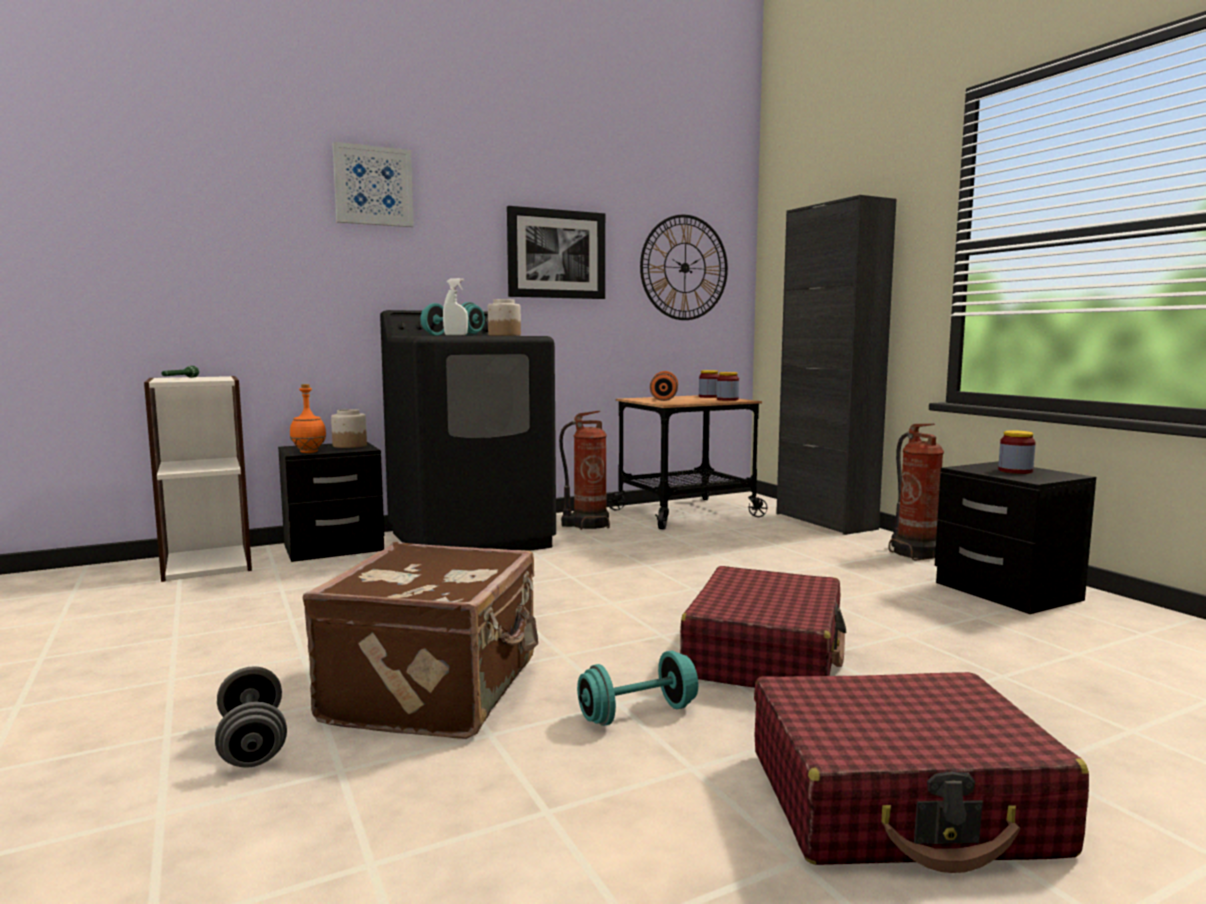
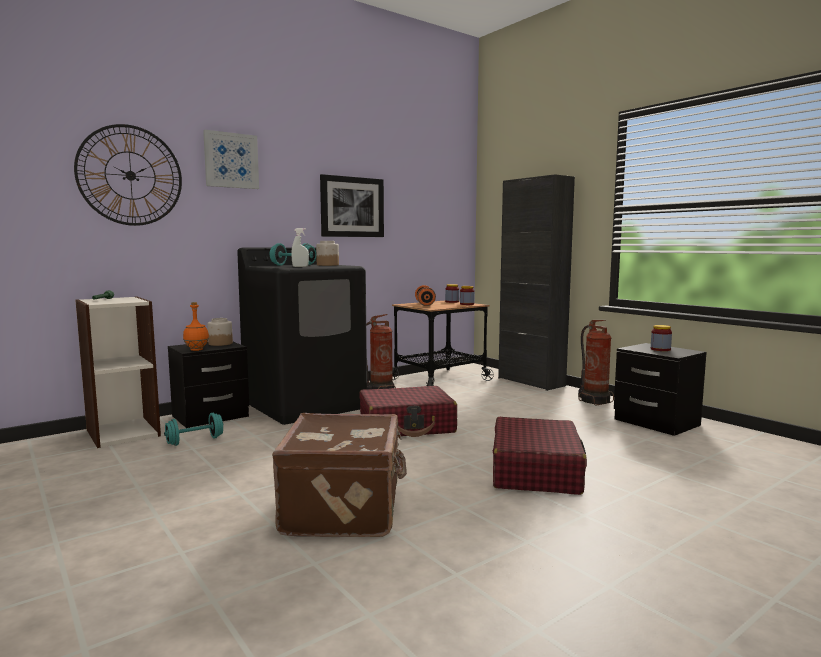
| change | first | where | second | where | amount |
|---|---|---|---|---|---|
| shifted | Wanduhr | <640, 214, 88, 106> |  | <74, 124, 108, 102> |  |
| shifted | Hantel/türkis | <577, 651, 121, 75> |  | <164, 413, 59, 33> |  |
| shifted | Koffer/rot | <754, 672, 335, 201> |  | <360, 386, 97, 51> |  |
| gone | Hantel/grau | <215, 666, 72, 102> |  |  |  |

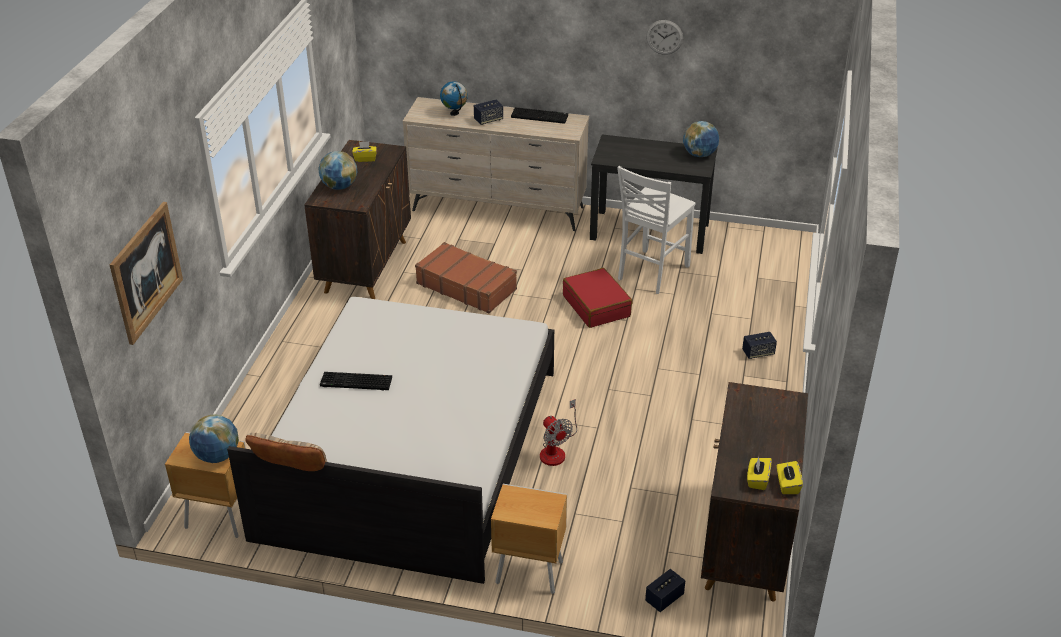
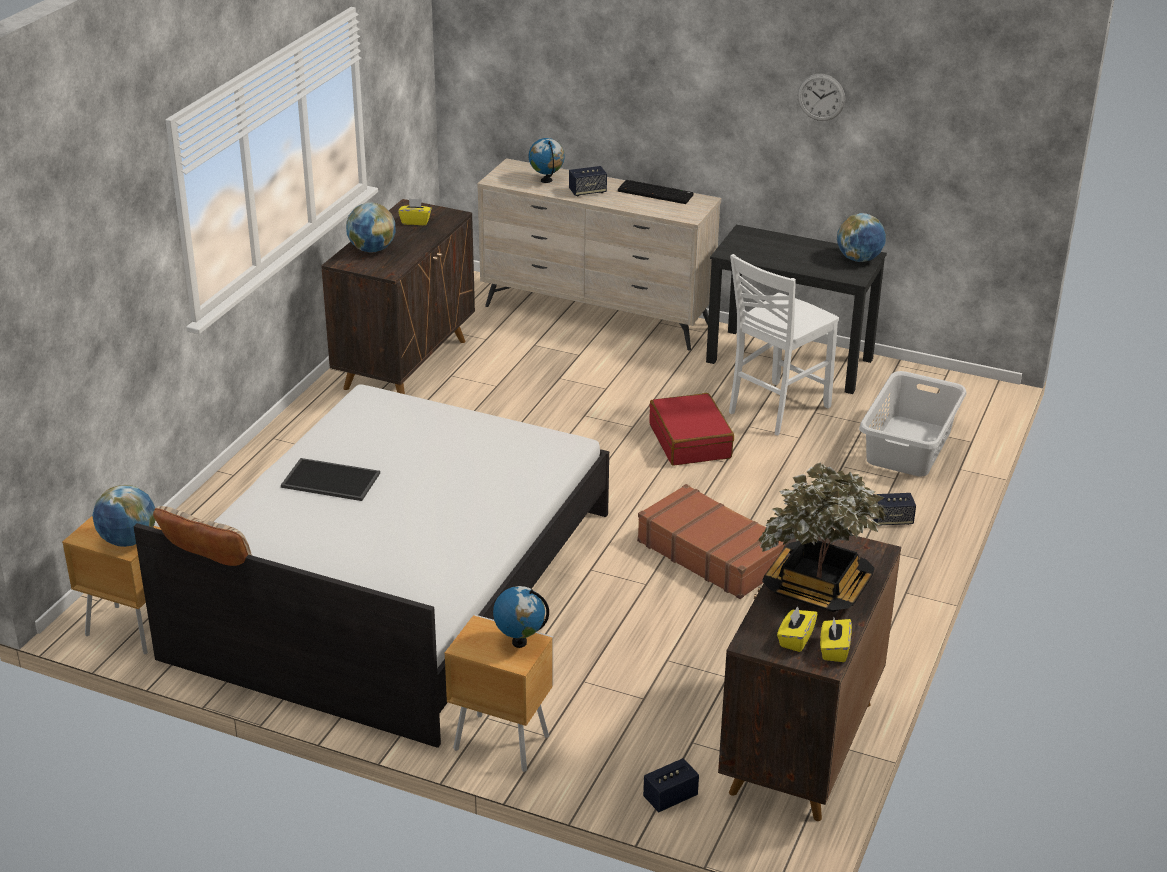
| change | first | where | second | where | amount |
|---|---|---|---|---|---|
| swapped | Tastatur | <320, 372, 72, 18> | Tablett | <281, 458, 99, 43> |  |
| new |  |  | Globus | <493, 586, 56, 62> |  |
| shifted | Koffer/braun | <415, 242, 102, 71> |  | <637, 484, 148, 115> |  |
| new |  |  | Topfpflanze | <758, 463, 130, 149> |  |
| new |  |  | Wäschekorb/grau | <859, 371, 107, 106> |  |
| gone | Bild | <110, 202, 73, 143> |  |  |  |
| gone | Ventilator | <540, 399, 37, 67> |  |  |  |

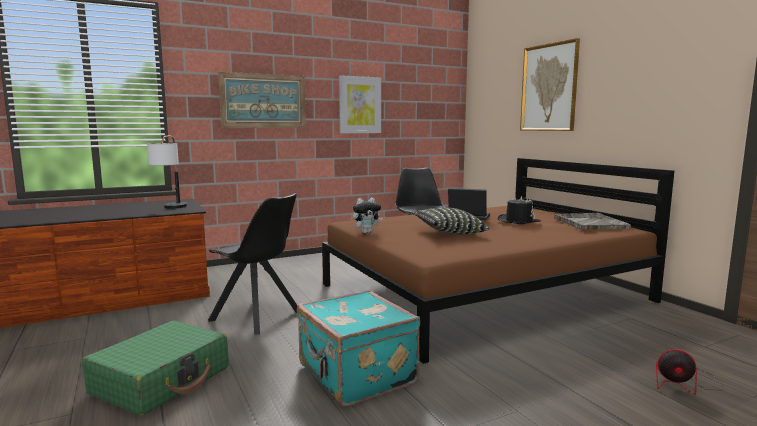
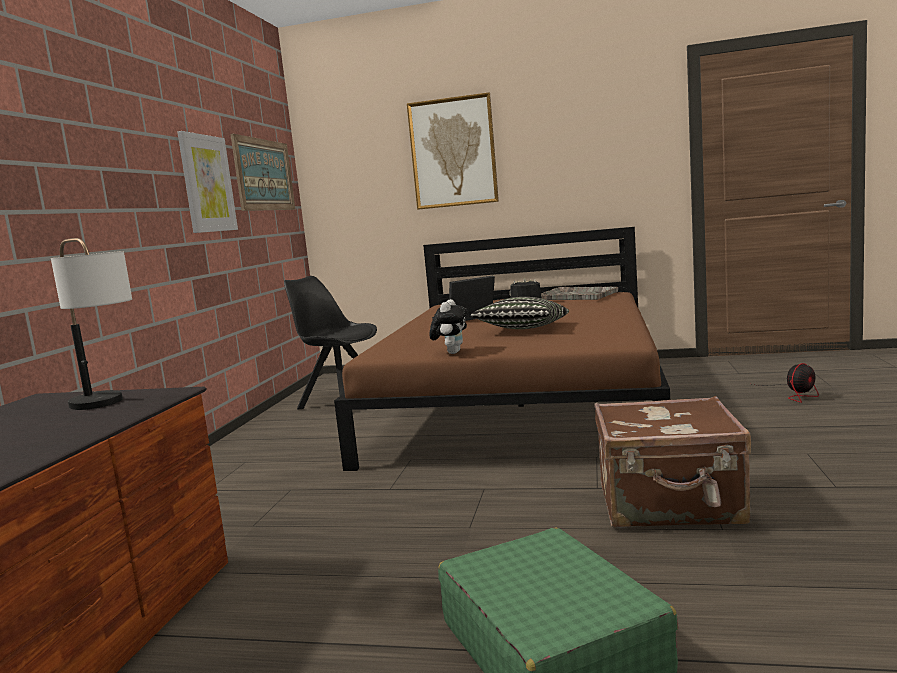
| change | first | where | second | where | amount |
|---|---|---|---|---|---|
| shifted | Bild | <218, 72, 88, 56> |  | <230, 134, 65, 77> |  |
| repainted | Koffer/türkis | <297, 290, 123, 116> | Koffer/braun | <594, 396, 157, 132> |  |
| gone | Stuhl/schwarz | <208, 193, 89, 142> |  |  |  |

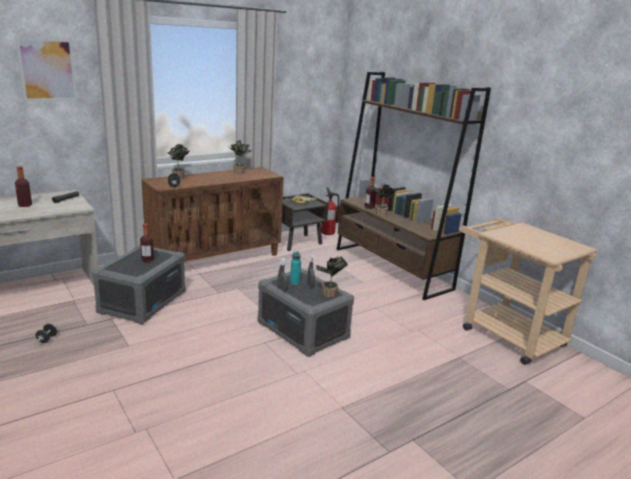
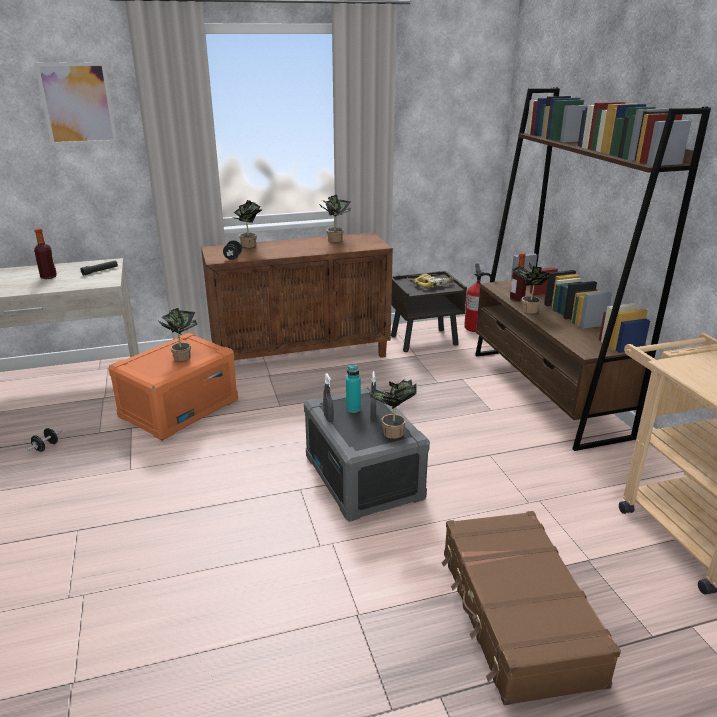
| change | first | where | second | where | amount |
|---|---|---|---|---|---|
| repainted | Aufbewahrungsbox/grau | <92, 245, 94, 79> | Aufbewahrungsbox/orange | <108, 333, 130, 108> |  |
| swapped | Flasche | <140, 224, 14, 38> | Topfpflanze | <157, 308, 41, 53> |  |
| new |  |  | Koffer/braun | <442, 511, 179, 194> |  |

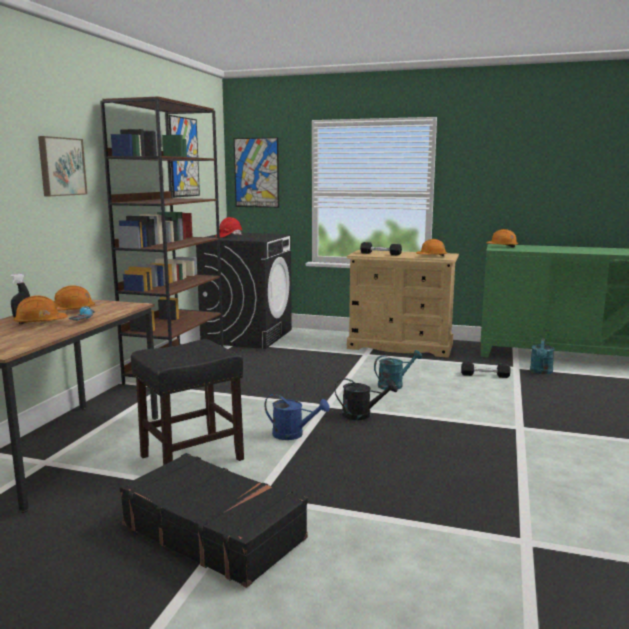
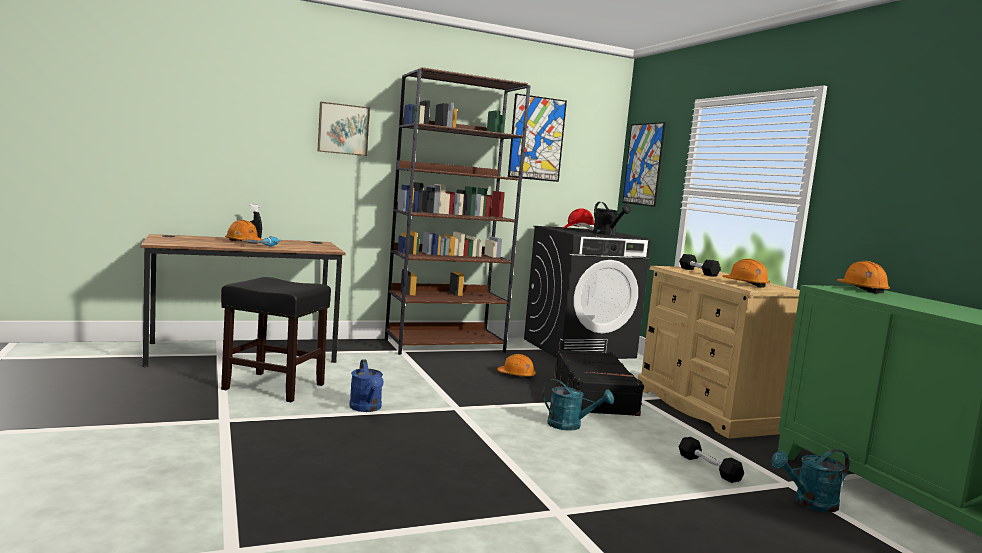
| change | first | where | second | where | amount |
|---|---|---|---|---|---|
| shifted | Schutzhelm/orange | <54, 285, 41, 26> |  | <497, 354, 39, 25> |  |
| shifted | Koffer/schwarz | <119, 453, 189, 135> |  | <554, 349, 90, 67> |  |
| shifted | Gießkanne/schwarz | <335, 378, 63, 42> |  | <593, 202, 38, 33> |  |

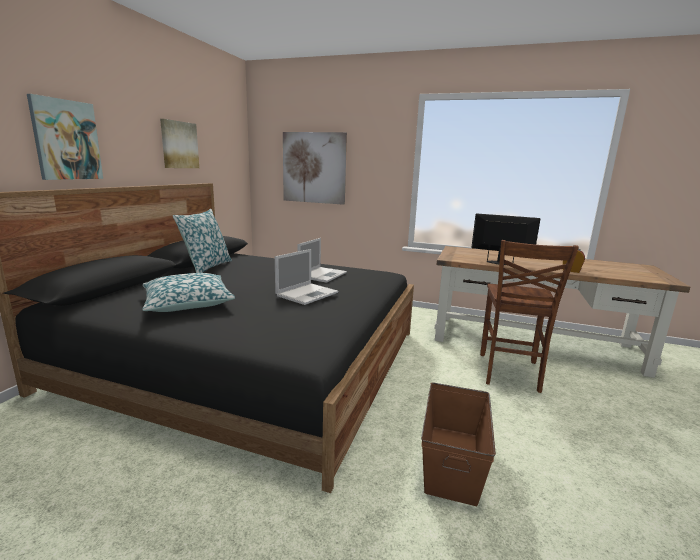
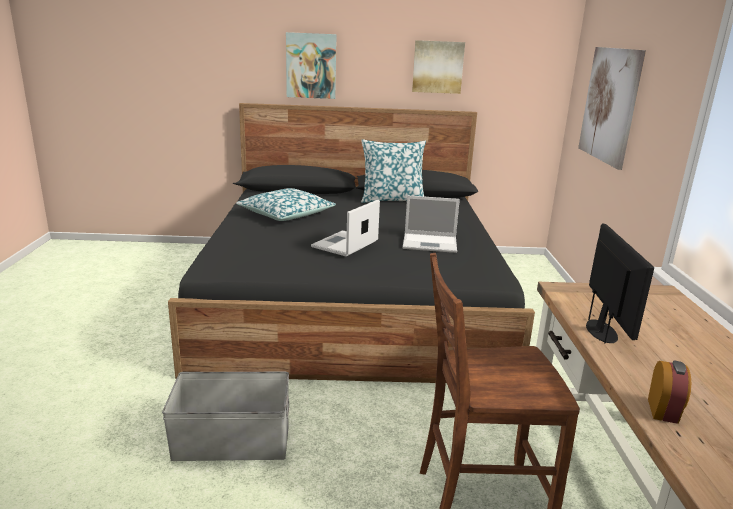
| change | first | where | second | where | amount |
|---|---|---|---|---|---|
| repainted | Aufbewahrungsbox/braun | <421, 382, 75, 124> | Aufbewahrungsbox/grau | <162, 372, 127, 89> |  |
| rotated | Laptop | <275, 249, 63, 56> |  | <311, 200, 69, 56> | 105 degrees clockwise |

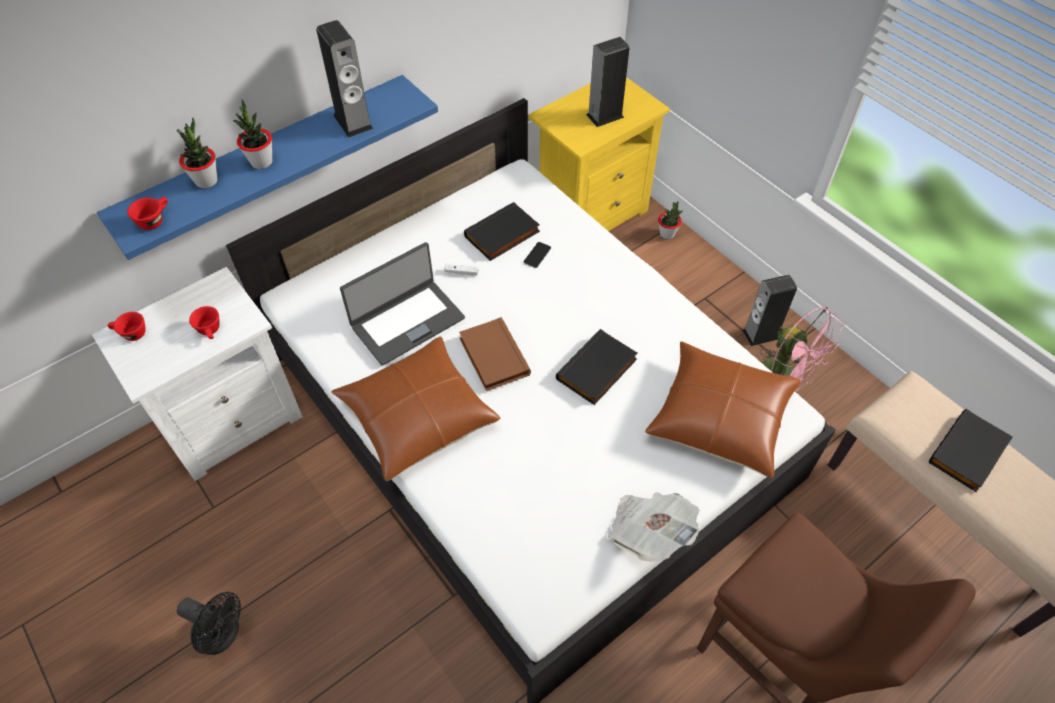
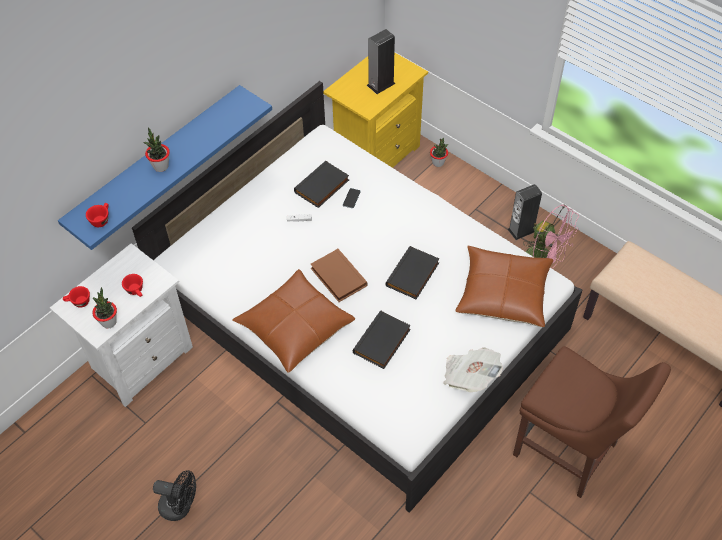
| change | first | where | second | where | amount |
|---|---|---|---|---|---|
| shifted | Topfpflanze | <177, 118, 40, 70> |  | <92, 287, 25, 42> |  |
| shifted | Buch/schwarz | <929, 409, 84, 83> |  | <353, 310, 58, 59> |  |
| gone | Lautsprecher | <316, 20, 57, 117> |  |  |  |
| gone | Laptop | <340, 242, 125, 124> |  |  |  |

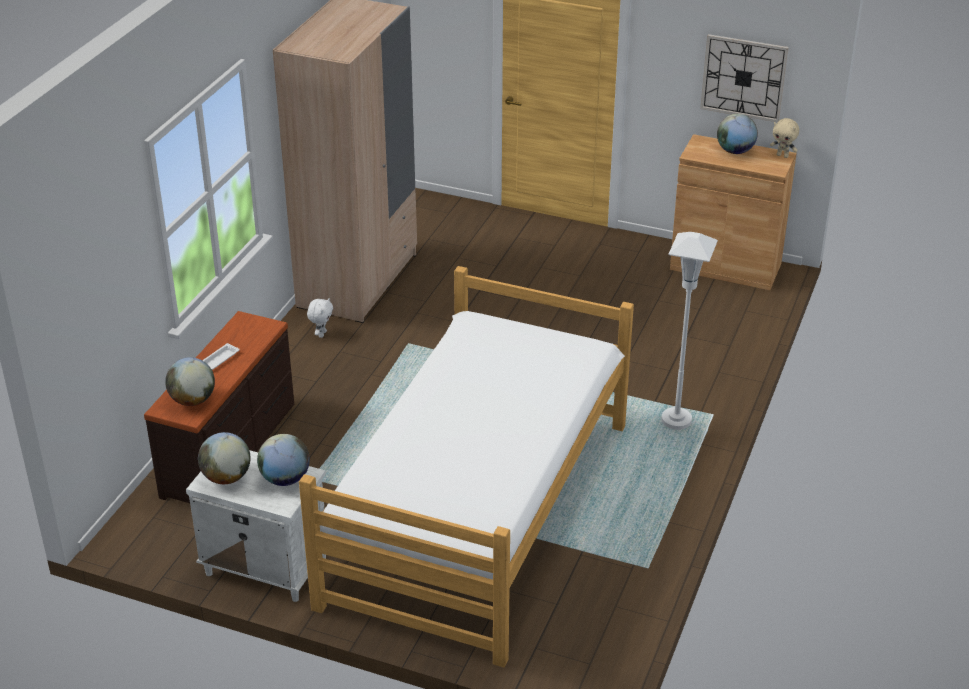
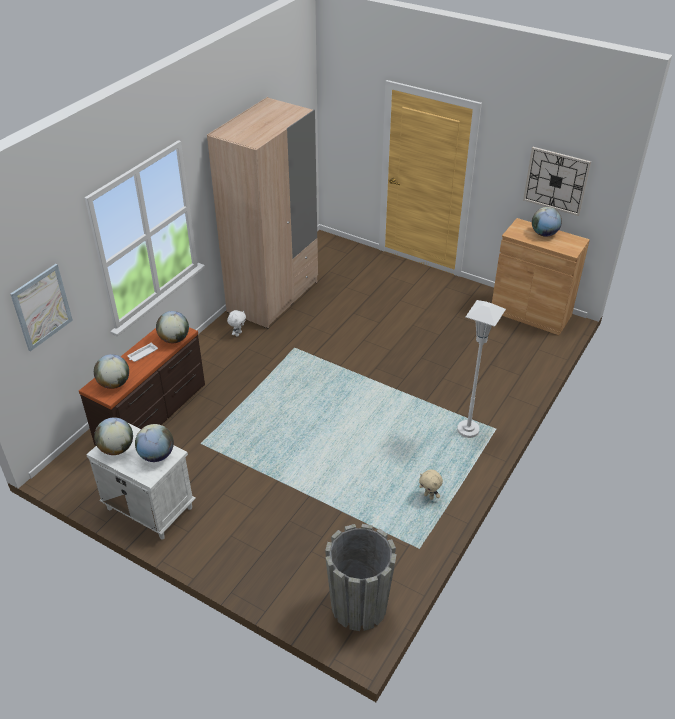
| change | first | where | second | where | amount |
|---|---|---|---|---|---|
| new |  |  | Bild | <11, 264, 62, 87> |  |
| new |  |  | Globus | <156, 311, 33, 32> |  |
| new |  |  | Pflanzkübel/grau | <325, 524, 72, 107> |  |
| shifted | Plüschtier/beige | <770, 118, 29, 40> |  | <419, 469, 24, 31> |  |
| gone | Bett | <299, 266, 335, 401> |  |  |  |

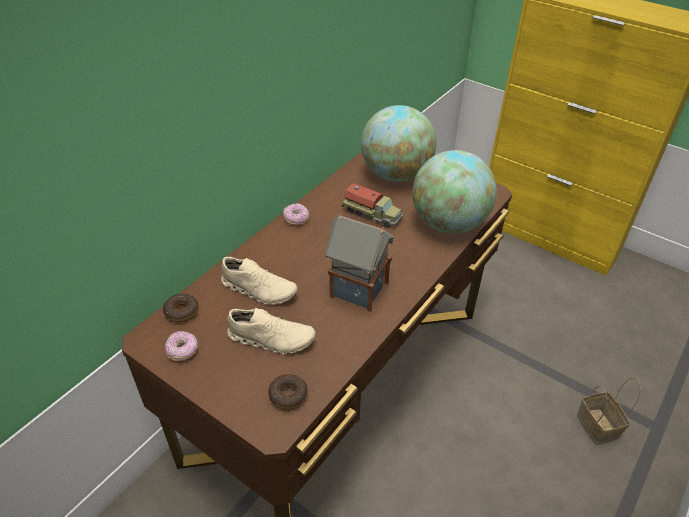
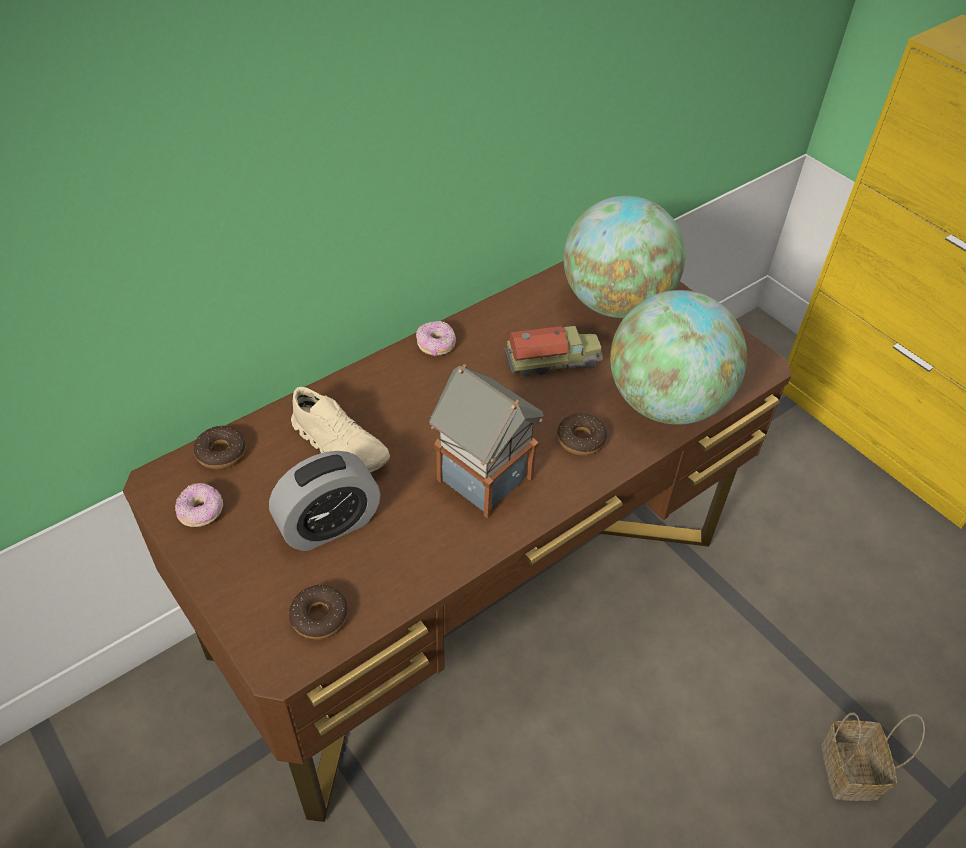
| change | first | where | second | where | amount |
|---|---|---|---|---|---|
| swapped | Schuh/beige | <227, 308, 89, 46> | Wecker | <269, 451, 112, 100> |  |
| rotated | Spielzeuglaster | <342, 183, 61, 45> |  | <504, 326, 99, 51> | 60 degrees counterclockwise |
| new |  |  | Donut | <557, 414, 50, 41> |  |

